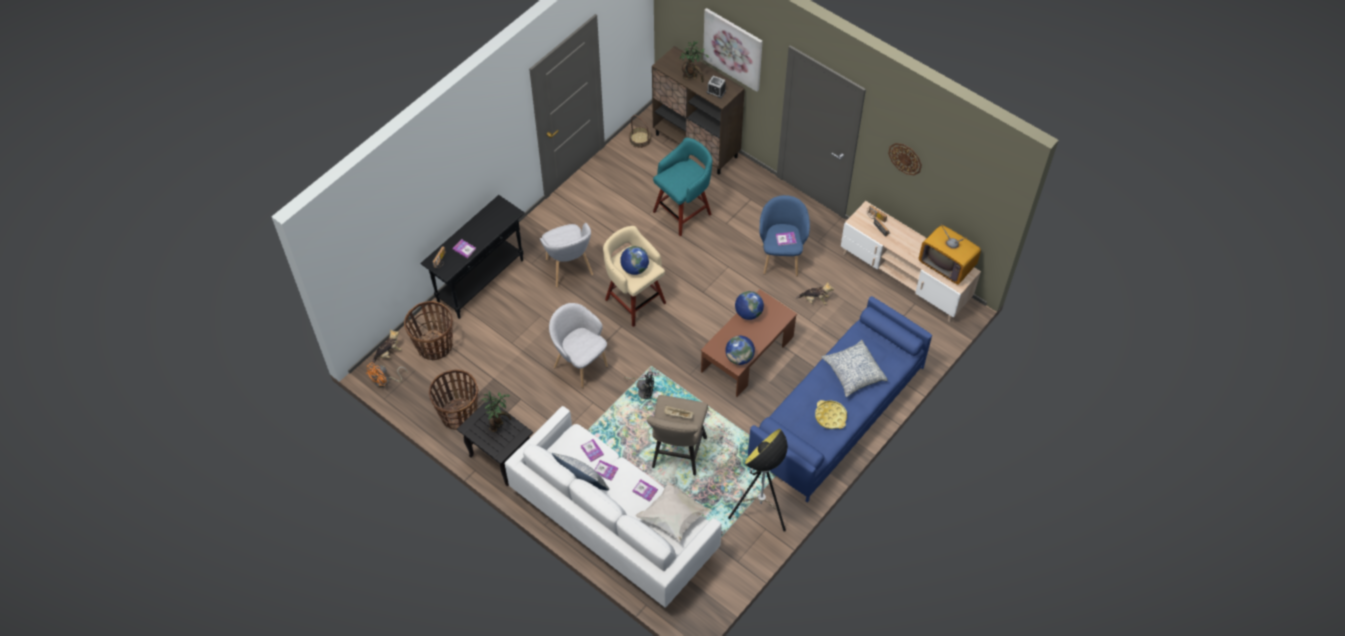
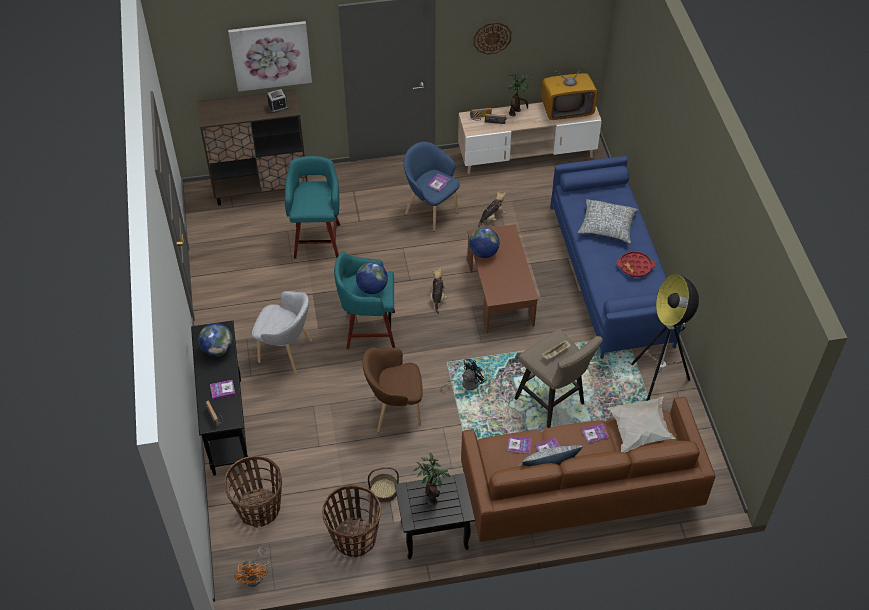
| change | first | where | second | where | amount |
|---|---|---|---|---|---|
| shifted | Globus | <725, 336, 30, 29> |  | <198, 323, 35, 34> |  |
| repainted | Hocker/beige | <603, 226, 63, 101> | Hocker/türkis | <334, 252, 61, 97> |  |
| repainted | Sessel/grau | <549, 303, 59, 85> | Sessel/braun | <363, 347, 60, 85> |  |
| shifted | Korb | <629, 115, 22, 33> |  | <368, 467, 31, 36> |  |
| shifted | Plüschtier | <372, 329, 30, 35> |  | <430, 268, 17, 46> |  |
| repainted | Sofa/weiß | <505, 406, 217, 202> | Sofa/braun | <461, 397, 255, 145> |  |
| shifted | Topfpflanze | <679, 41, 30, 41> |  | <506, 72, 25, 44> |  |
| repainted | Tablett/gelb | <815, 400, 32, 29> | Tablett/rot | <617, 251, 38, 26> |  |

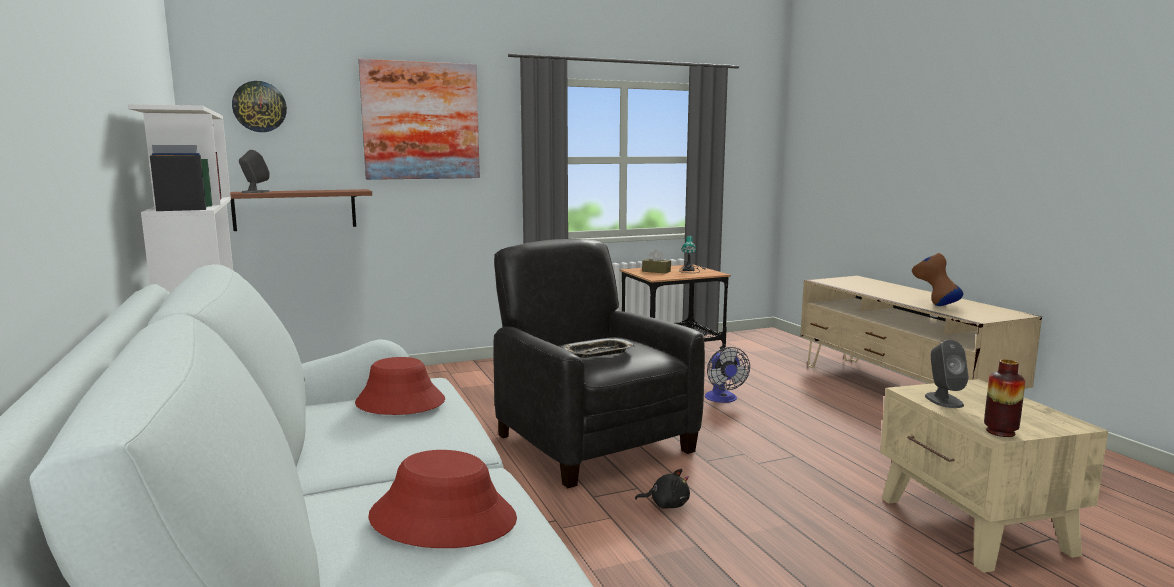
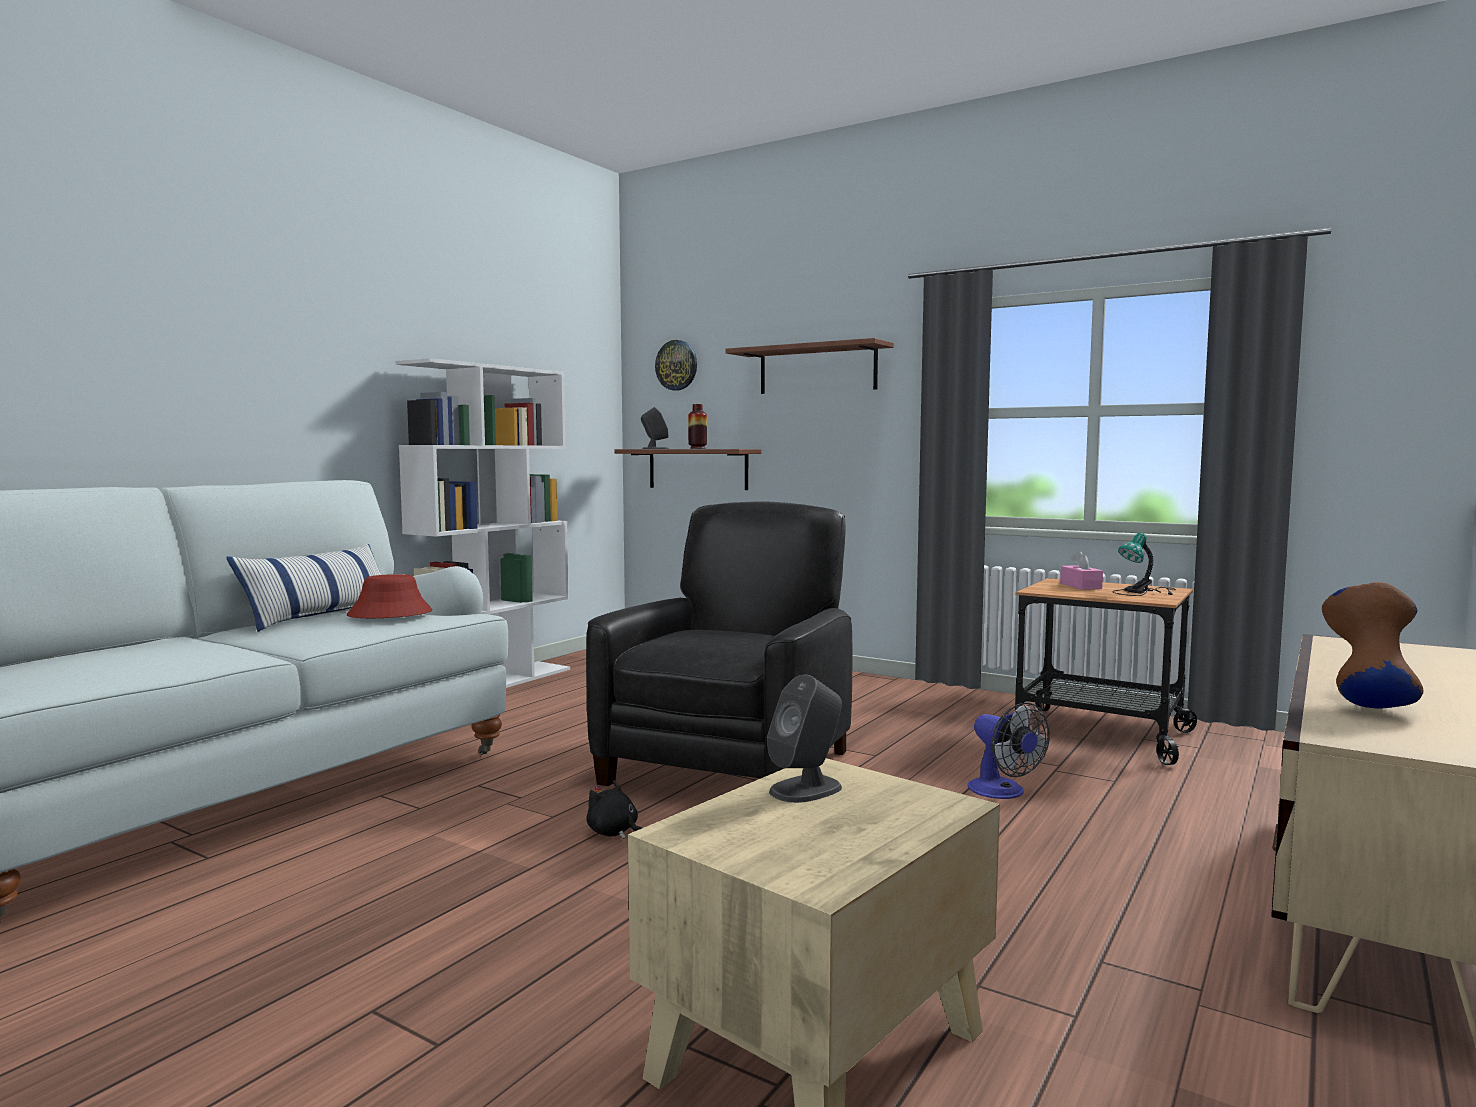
| change | first | where | second | where | amount |
|---|---|---|---|---|---|
| new |  |  | Kissen | <226, 544, 155, 88> |  |
| rotated | Plüschtier/schwarz | <635, 469, 55, 40> |  | <586, 780, 56, 59> | 150 degrees clockwise |
| shifted | Vase | <984, 359, 41, 78> |  | <688, 404, 19, 45> |  |
| swapped | Bild | <359, 59, 121, 121> | Wandregal/braun | <725, 338, 169, 56> |  |
| rotated | Ventilator | <705, 347, 45, 56> |  | <967, 702, 83, 97> | 75 degrees counterclockwise |
| repainted | Taschentuchbox/braun | <642, 250, 29, 23> | Taschentuchbox/rosa | <1060, 550, 43, 40> |  |
| gone | Hut/rot | <368, 450, 149, 98> |  |  |  |
| gone | Tablett | <561, 338, 75, 20> |  |  |  |

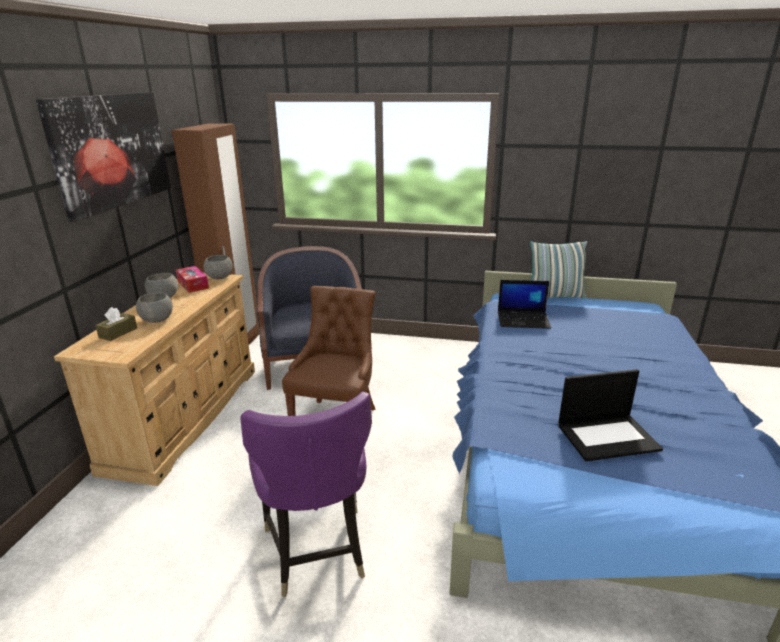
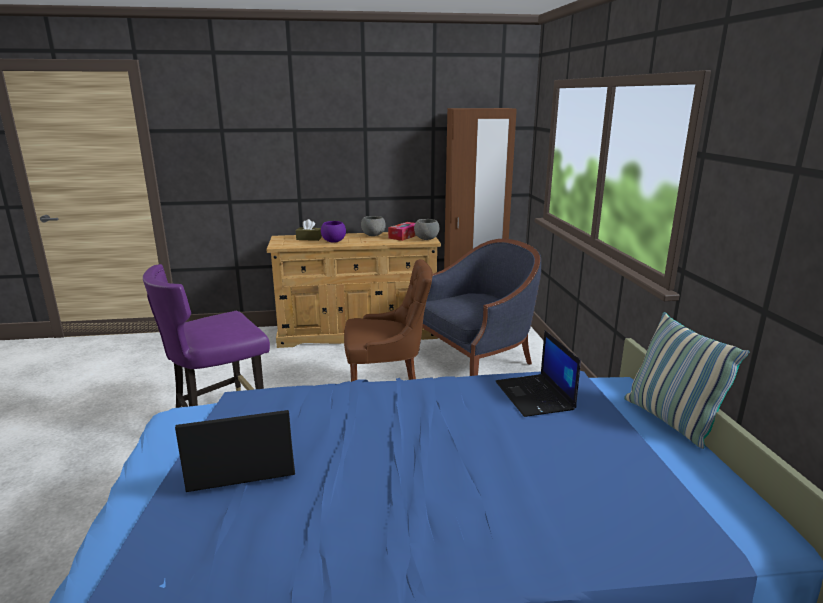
| change | first | where | second | where | amount |
|---|---|---|---|---|---|
| rotated | Laptop | <558, 369, 105, 92> |  | <175, 410, 120, 82> | 105 degrees clockwise |
| repainted | Schüssel/grau | <136, 293, 37, 30> | Schüssel/lila | <321, 221, 25, 22> |  |
| gone | Bild | <36, 92, 135, 130> |  |  |  |

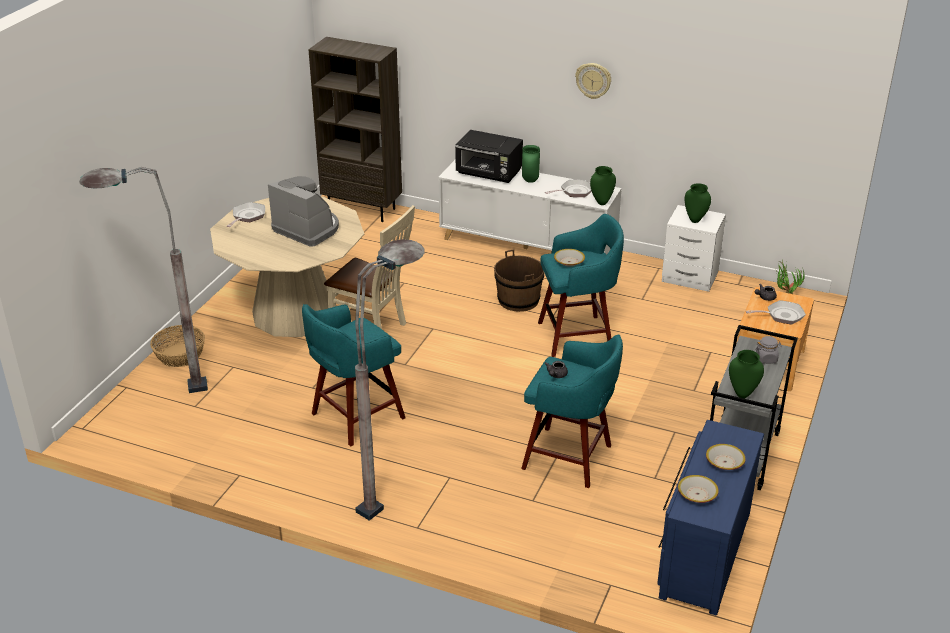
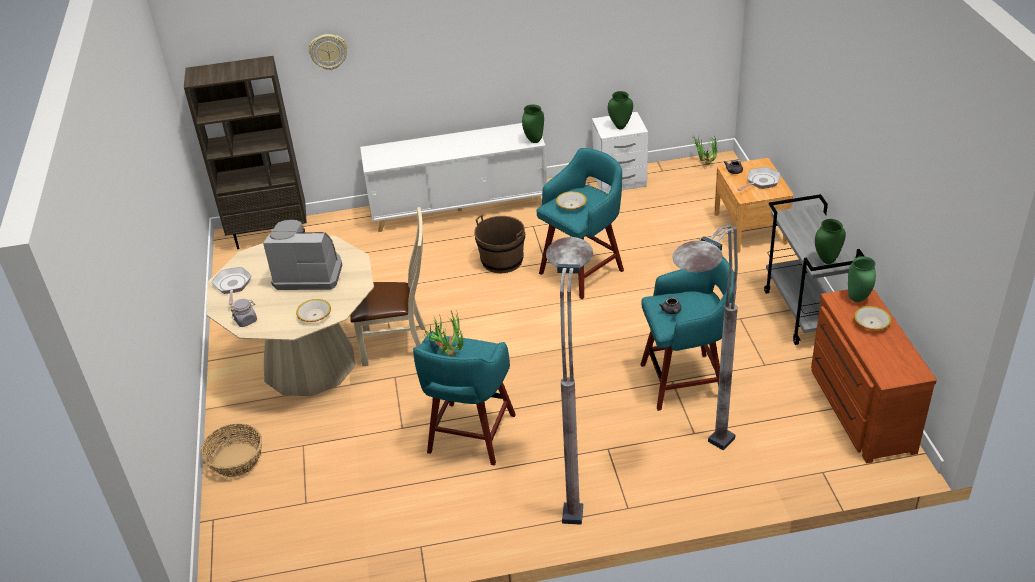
| change | first | where | second | where | amount |
|---|---|---|---|---|---|
| shifted | Vorratsglas/grau | <755, 336, 27, 28> |  | <231, 299, 26, 28> |  |
| shifted | Schüssel | <678, 475, 41, 28> |  | <296, 299, 35, 23> |  |
| shifted | Wanduhr | <575, 63, 36, 36> |  | <309, 34, 38, 36> |  |
| new |  |  | Topfpflanze | <424, 310, 40, 46> |  |
| shifted | Stehlampe/grau | <79, 167, 129, 226> |  | <672, 225, 66, 225> |  |
| repainted | Kommode/blau | <657, 420, 107, 196> | Kommode/braun | <811, 288, 126, 175> |  |
| shifted | Vase/grün | <522, 145, 18, 38> |  | <848, 256, 28, 46> |  |
| gone | Mikrowelle/schwarz | <455, 130, 68, 53> |  |  |  |
| gone | Pfanne | <545, 180, 47, 17> |  |  |  |

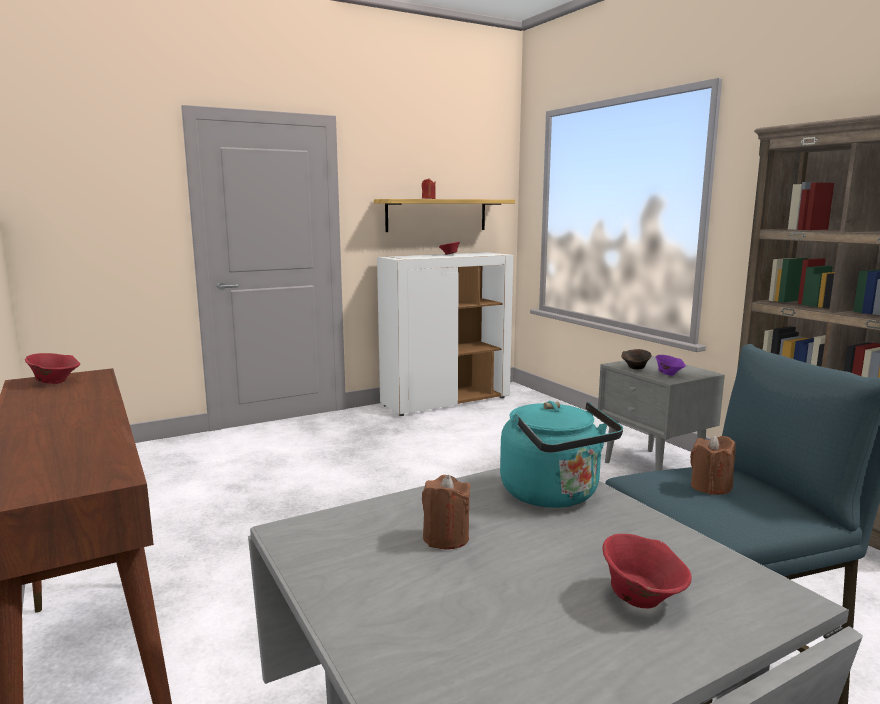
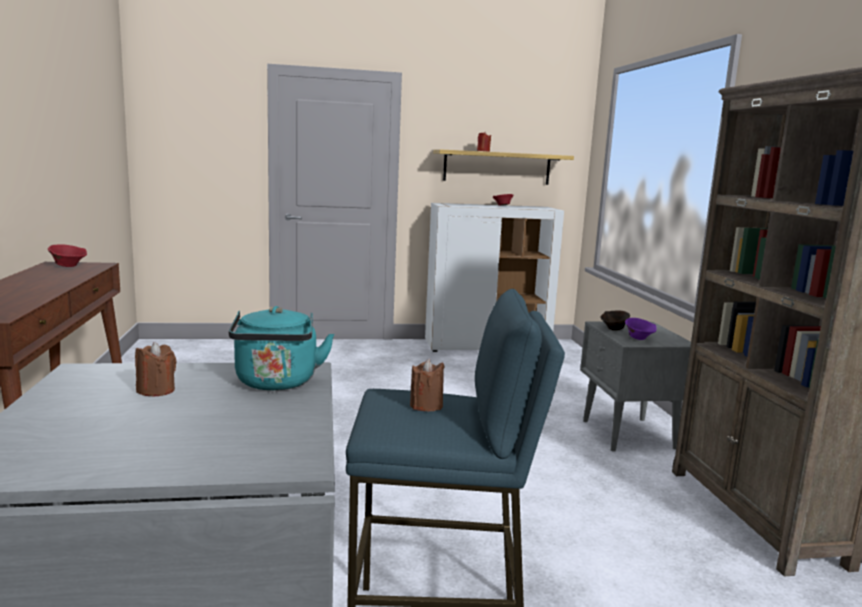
| change | first | where | second | where | amount |
|---|---|---|---|---|---|
| gone | Schüssel/rot | <602, 534, 89, 74> |  |  |  |

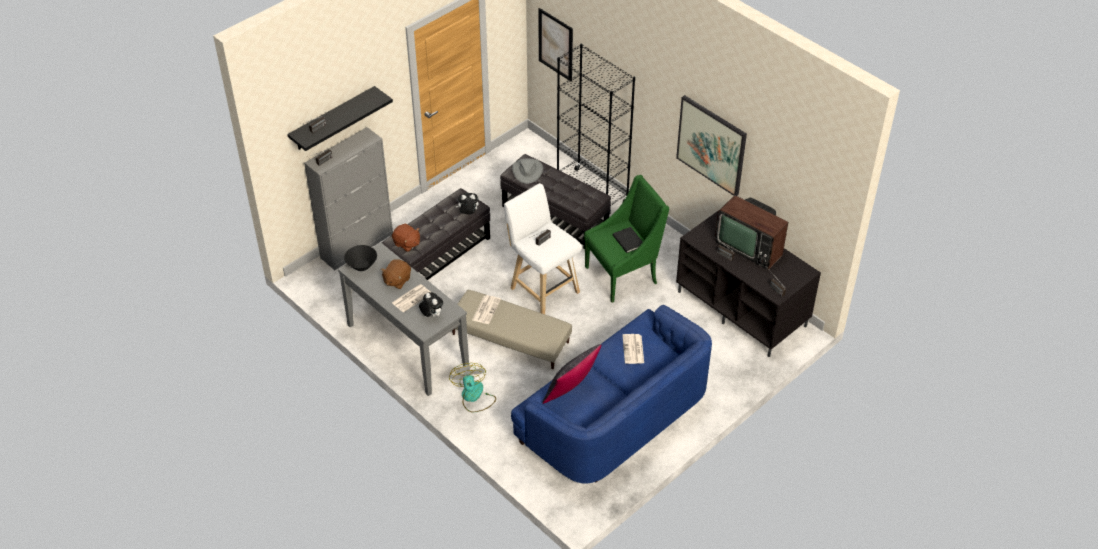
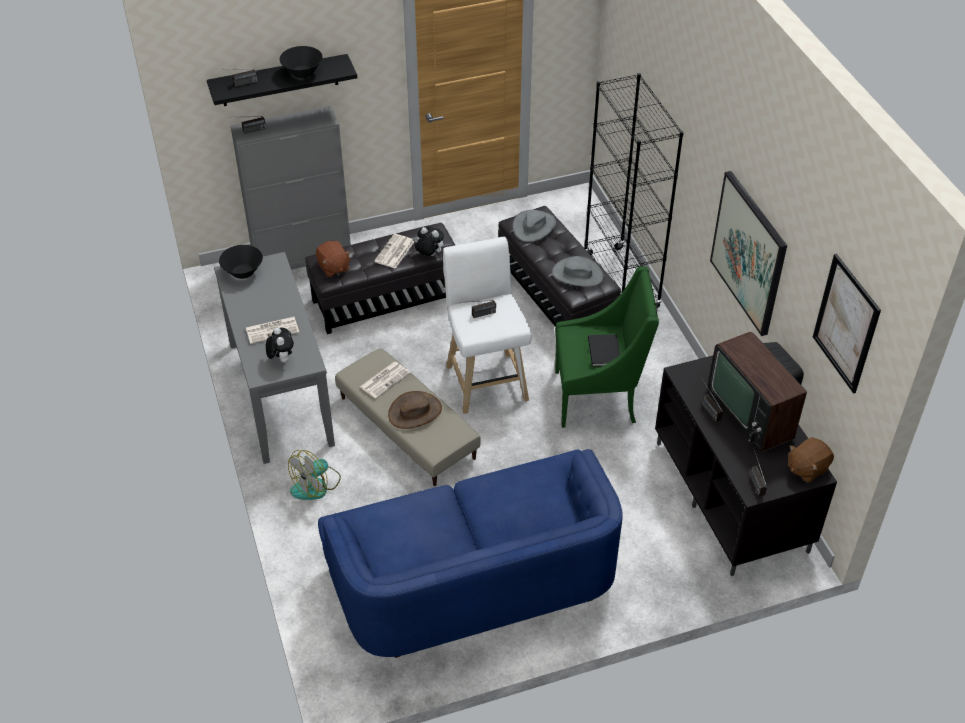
| change | first | where | second | where | amount |
|---|---|---|---|---|---|
| new |  |  | Schüssel/schwarz | <279, 46, 44, 32> |  |
| rotated | Ventilator | <449, 363, 47, 49> |  | <288, 450, 53, 50> | 150 degrees counterclockwise |
| shifted | Zeitung | <622, 334, 22, 30> |  | <374, 234, 41, 35> |  |
| new |  |  | Hut/braun | <388, 391, 54, 38> |  |
| new |  |  | Hut/grau | <552, 256, 51, 31> |  |
| shifted | Plüschtier/braun | <381, 260, 30, 29> |  | <788, 437, 46, 46> |  |
| shifted | Bild | <538, 8, 35, 73> |  | <813, 254, 68, 140> |  |
| gone | Kissen/schwarz | <542, 344, 59, 60> |  |  |  |

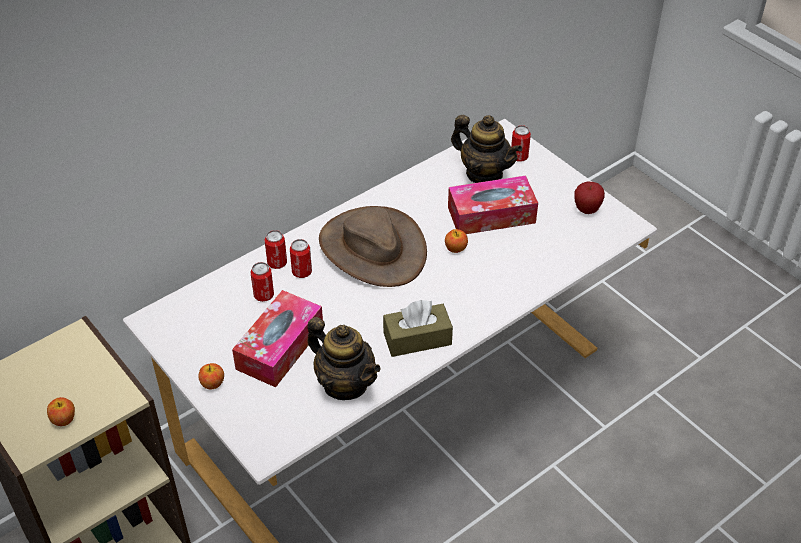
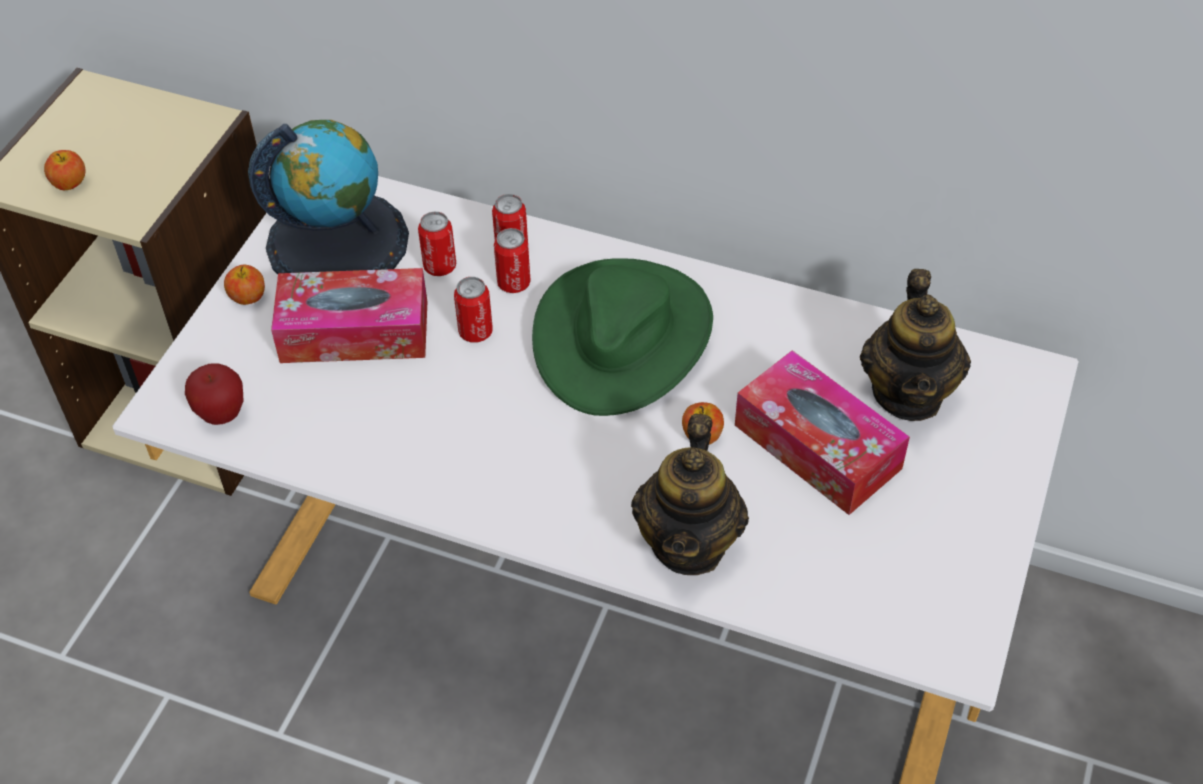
| change | first | where | second | where | amount |
|---|---|---|---|---|---|
| shifted | Apfel | <574, 182, 31, 32> |  | <185, 364, 58, 61> |  |
| new |  |  | Globus | <248, 120, 161, 154> |  |
| shifted | Dose | <511, 125, 20, 37> |  | <454, 277, 39, 65> |  |
| repainted | Hut/braun | <319, 206, 108, 81> | Hut/grün | <532, 258, 181, 158> |  |
| shifted | Teekanne | <307, 317, 74, 83> |  | <631, 413, 118, 162> |  |
| gone | Taschentuchbox/braun | <383, 300, 70, 57> |  |  |  |

